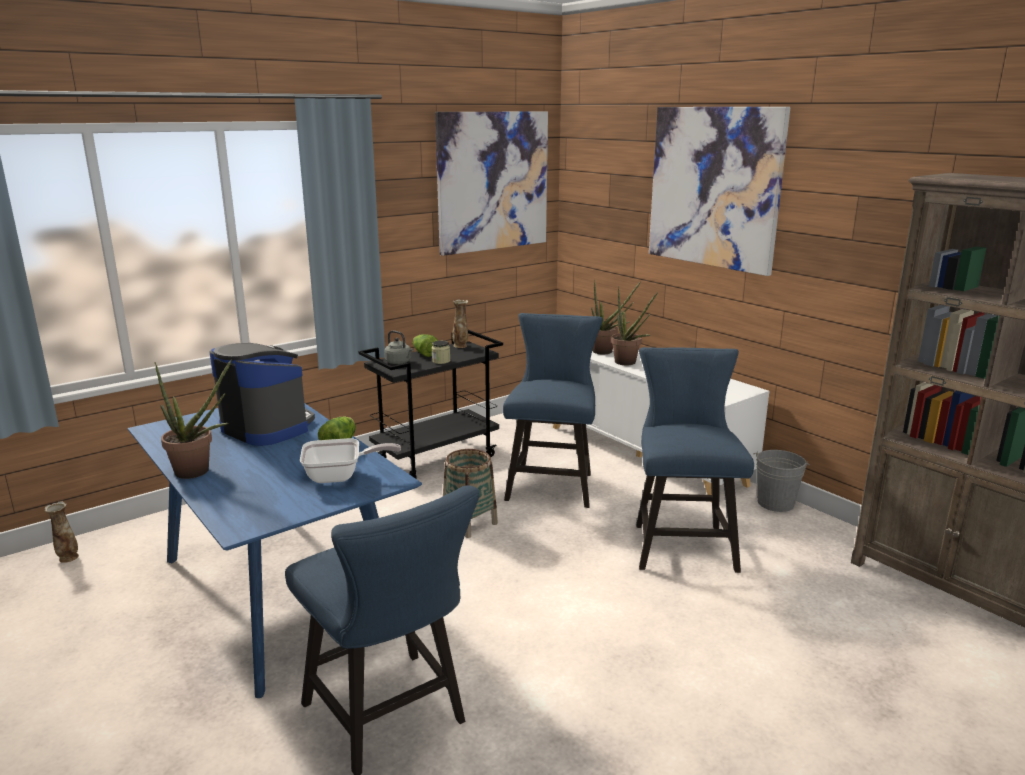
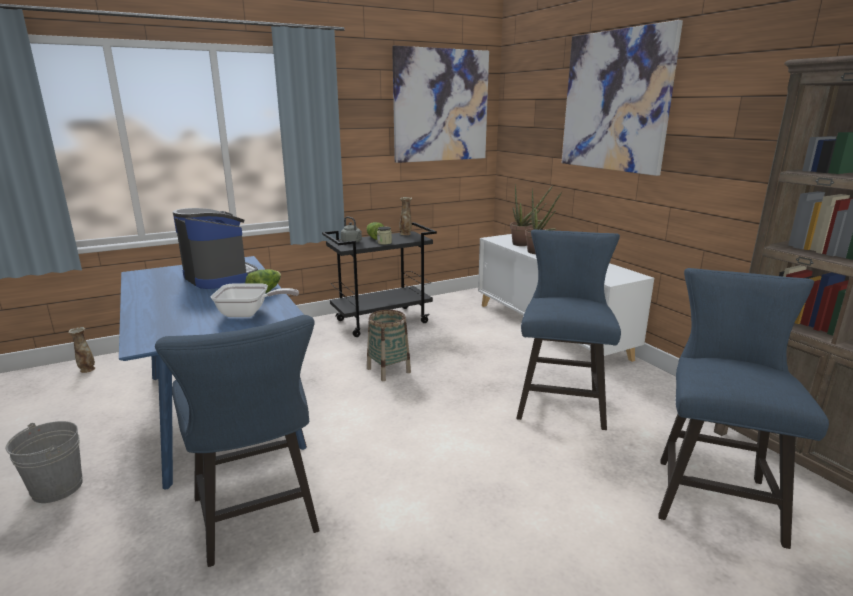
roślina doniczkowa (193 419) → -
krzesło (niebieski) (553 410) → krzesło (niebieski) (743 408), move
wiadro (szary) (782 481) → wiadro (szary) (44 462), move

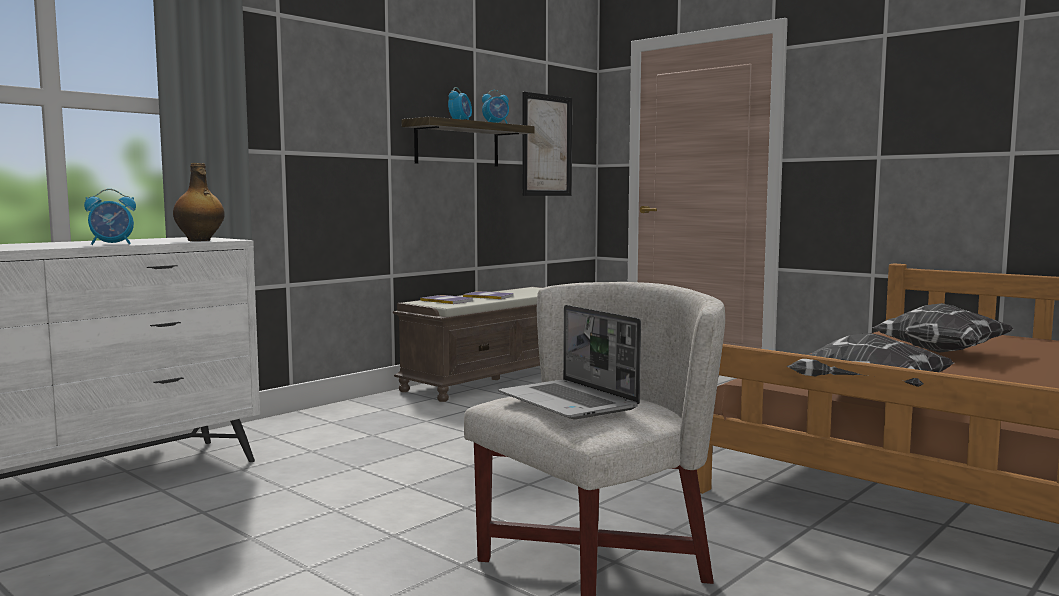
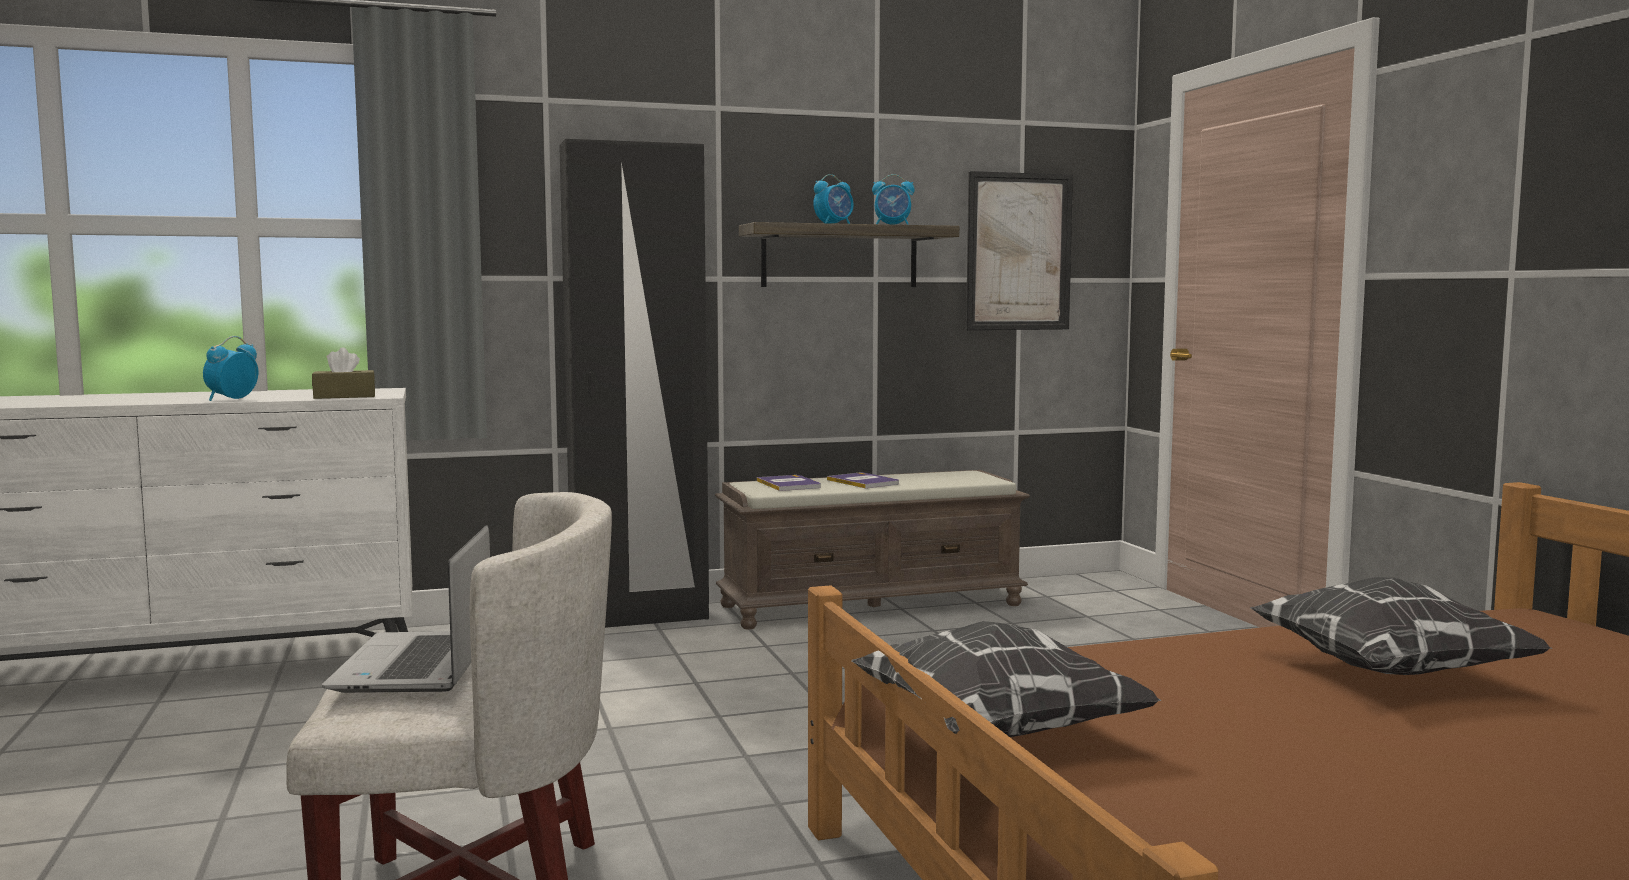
budzik (110 217) → budzik (230 368), 105 degrees clockwise
butelka (199 202) → pudełko chusteczek (brązowy) (343 373)
- → szafa (czarny) (634 383)

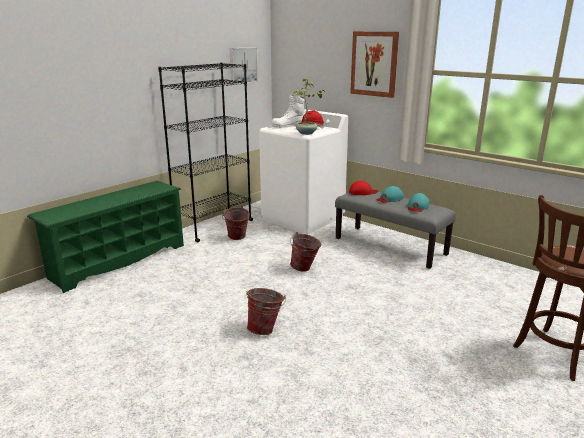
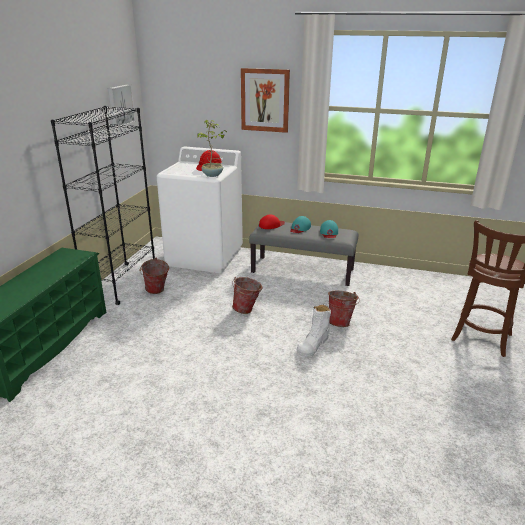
wiadro (266 311) → wiadro (344 309), move
but z cholewką (biały) (288 111) → but z cholewką (biały) (314 330), move

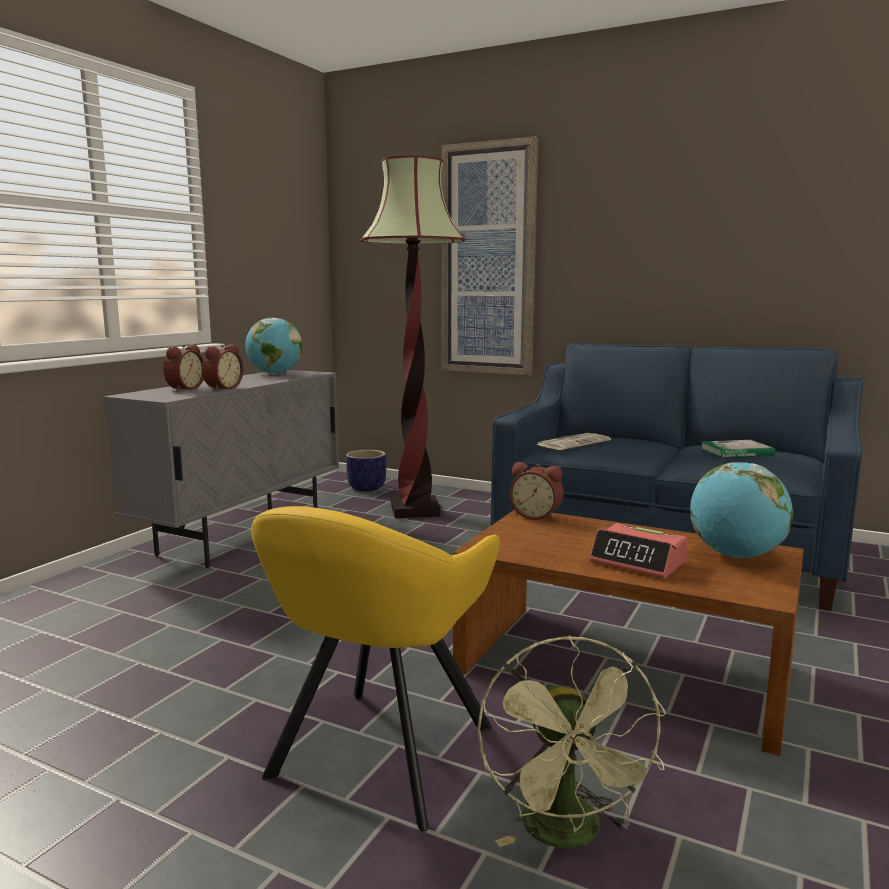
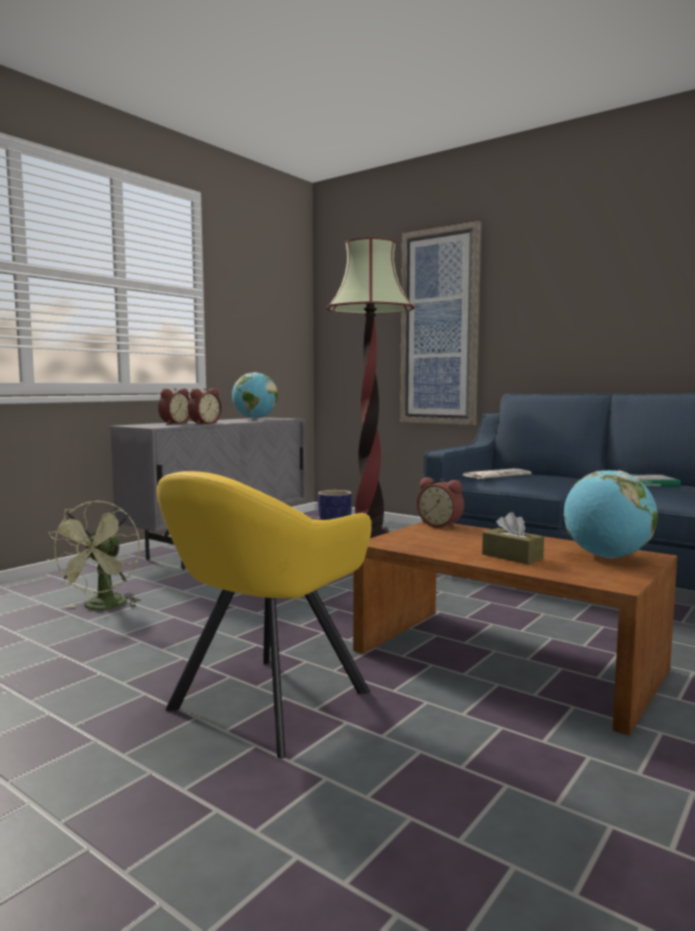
wentylator (zielony) (571 741) → wentylator (zielony) (93 555), move
budzik (638 551) → pudełko chusteczek (brązowy) (513 538)

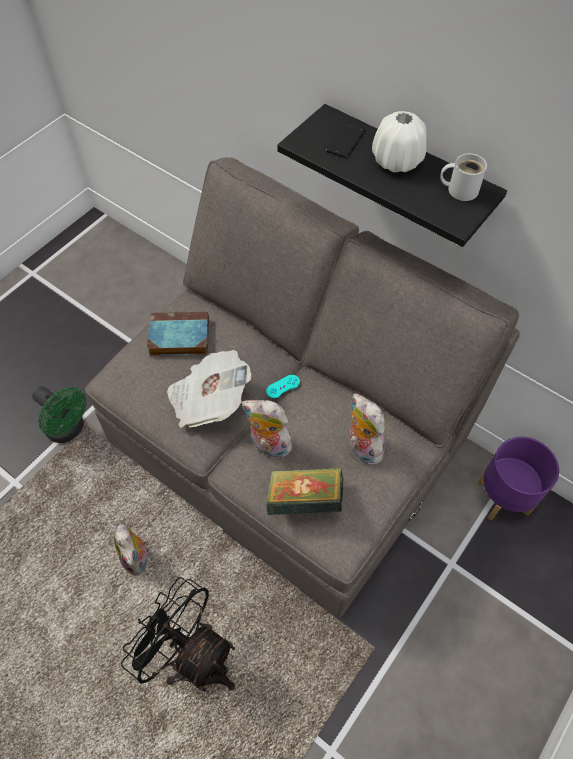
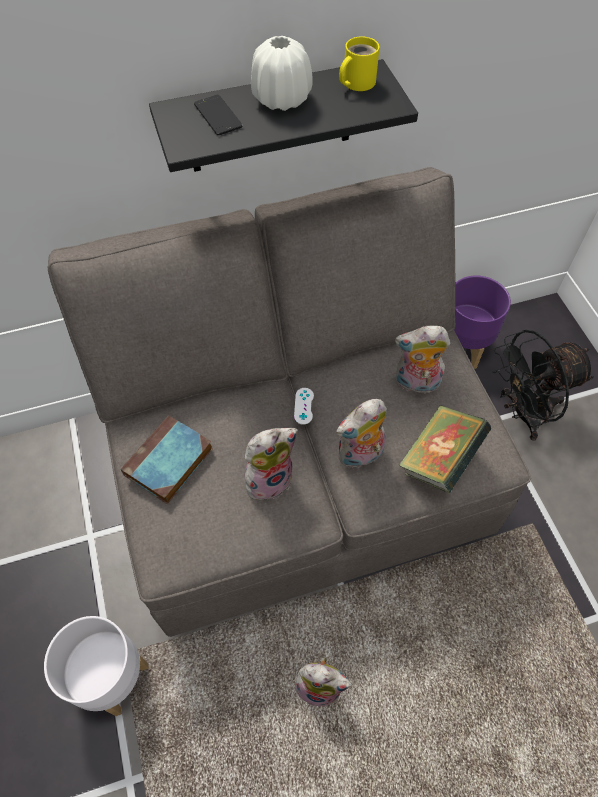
wentylator (zielony) (59 414) → donica (biały) (96 666)
wentylator (czarny) (178 634) → wentylator (czarny) (543 385), move
gazeta (209 389) → pluszak (271 464)
pad do gier (turkusowy) (283 386) → pad do gier (biały) (304 406)
kubek (biały) (463 177) → kubek (żółty) (359 63)

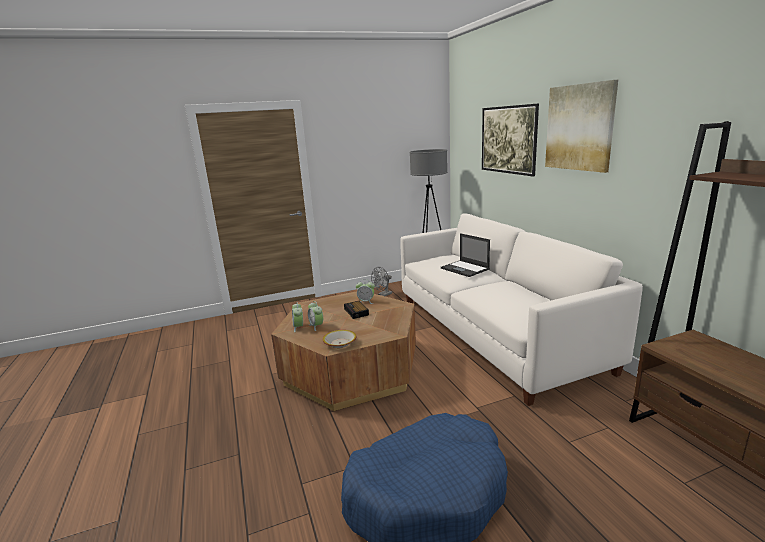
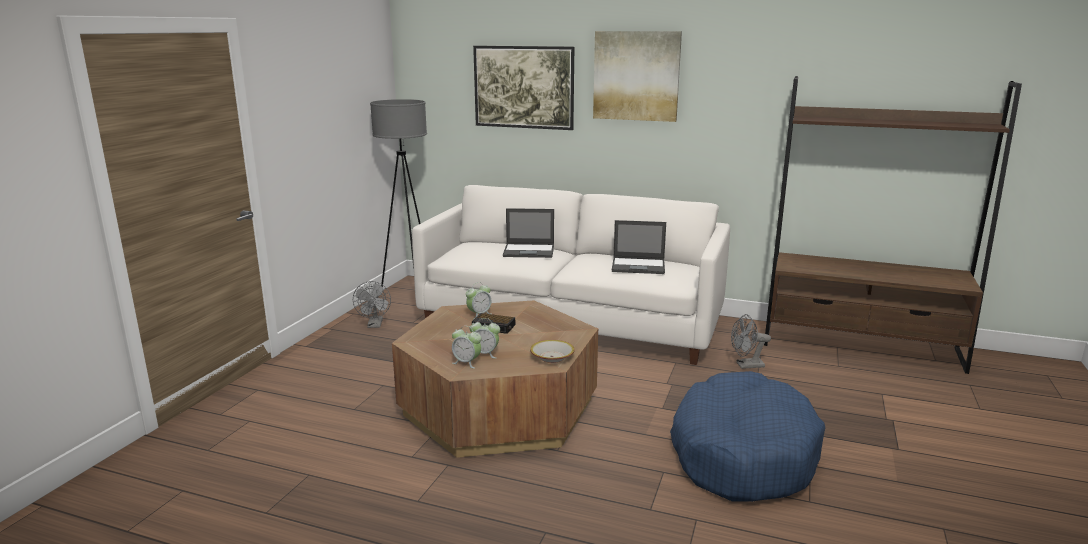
- → laptop (639 247)
- → wentylator (szary) (751 341)

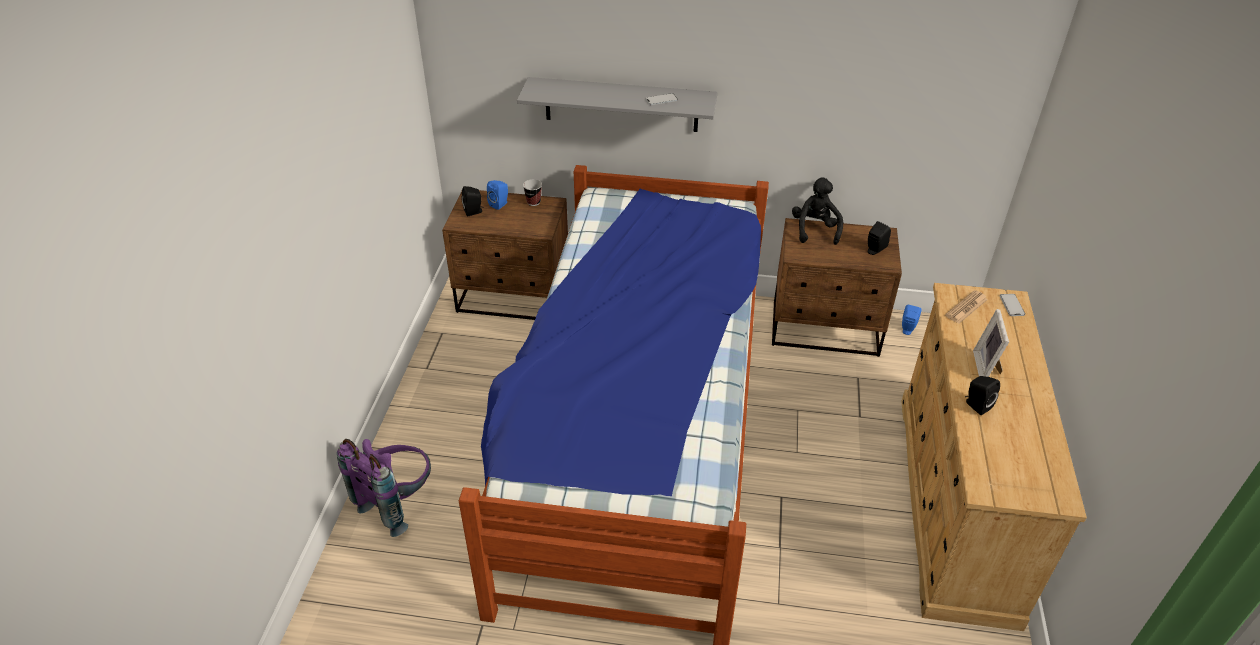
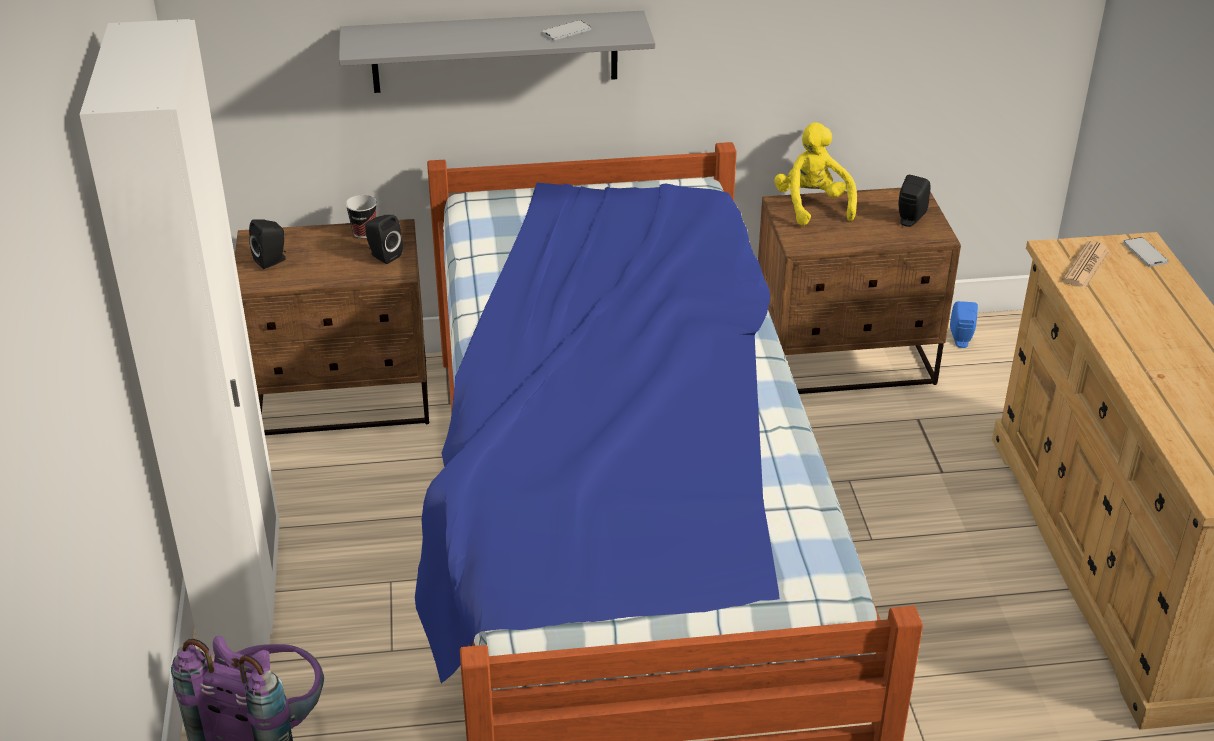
głośnik (niebieski) (497 195) → -
pluszak (czarny) (817 211) → pluszak (żółty) (815 174)
głośnik (czarny) (982 395) → głośnik (czarny) (384 239), move
ramka na zdjęcie (991 343) → -
- → szafa (biały) (180 337)

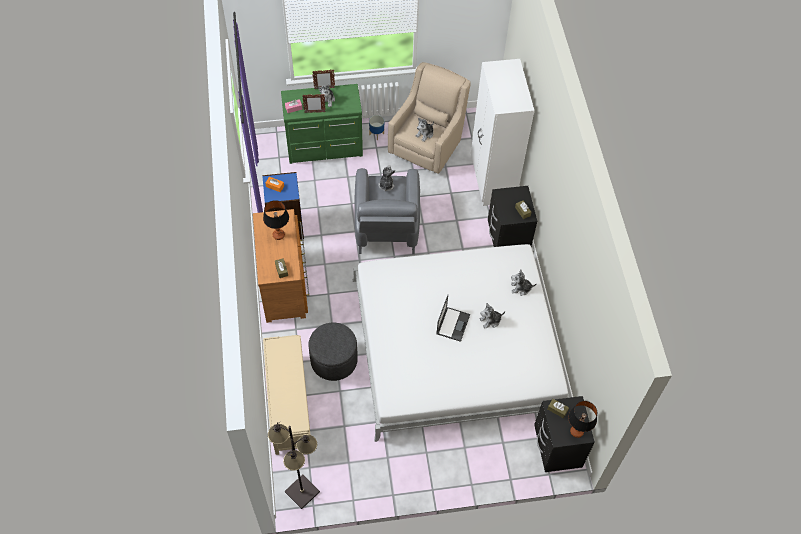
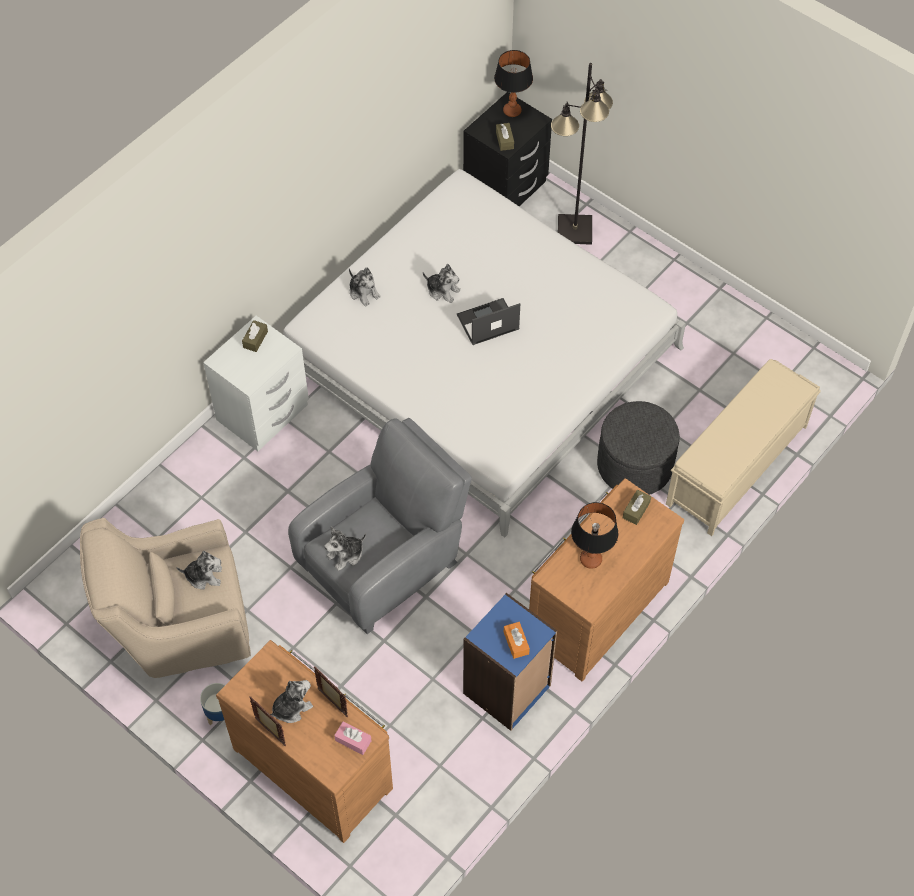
lampa stojąca (czarny) (294 465) → lampa stojąca (czarny) (582 154), move
komoda (zielony) (322 124) → komoda (brązowy) (304 741)
szafa (biały) (503 132) → -
szafka nocna (czarny) (512 216) → szafka nocna (biały) (256 383)

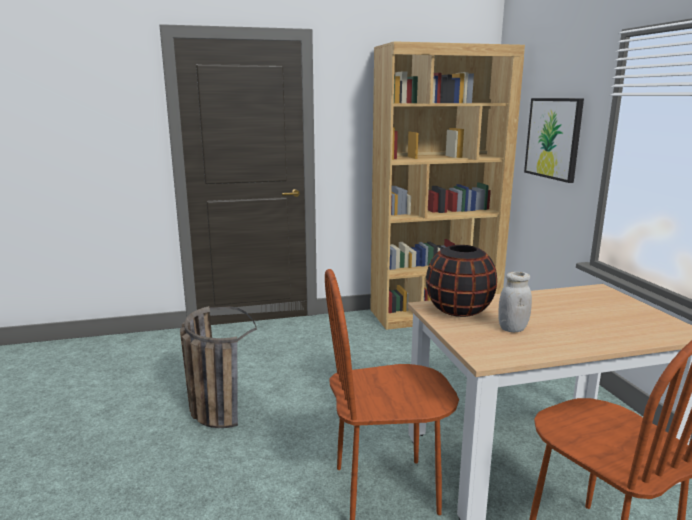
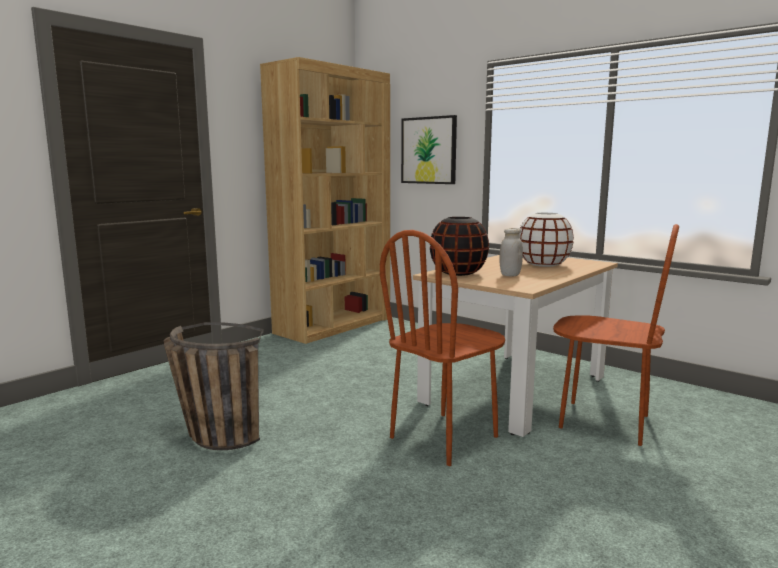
- → wazon (biały) (546 240)

